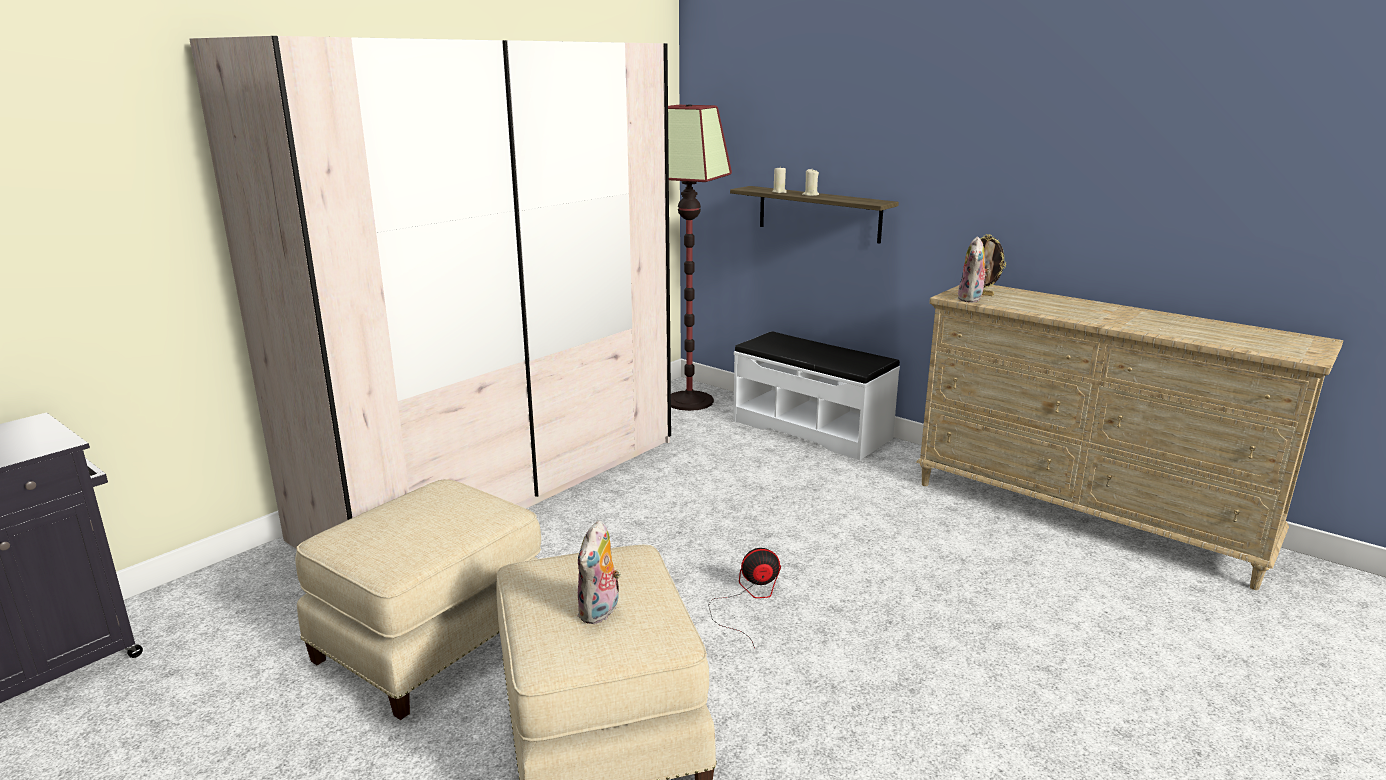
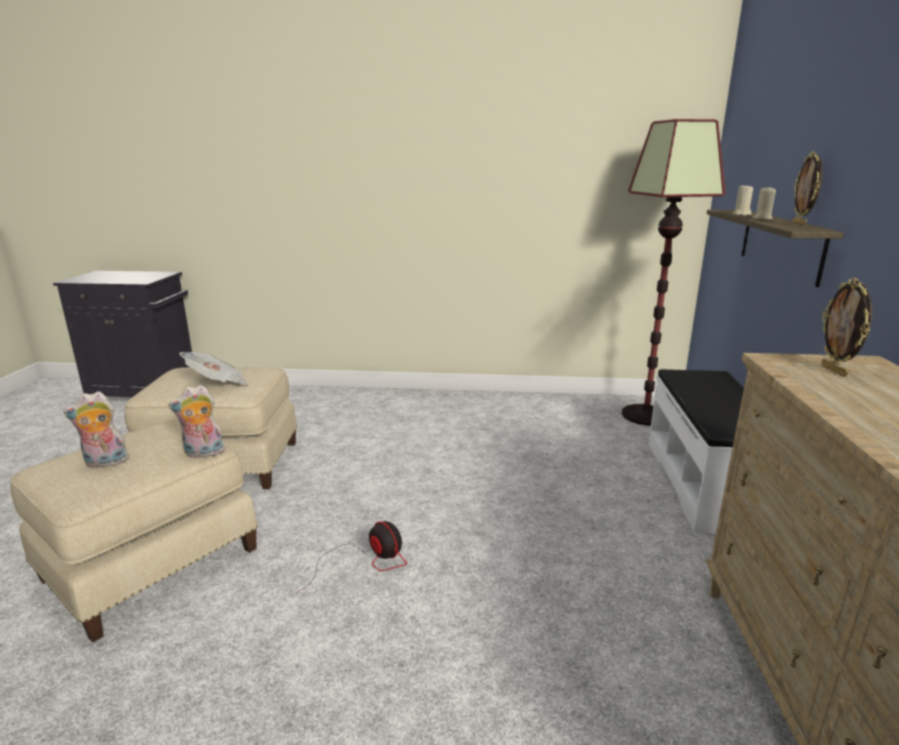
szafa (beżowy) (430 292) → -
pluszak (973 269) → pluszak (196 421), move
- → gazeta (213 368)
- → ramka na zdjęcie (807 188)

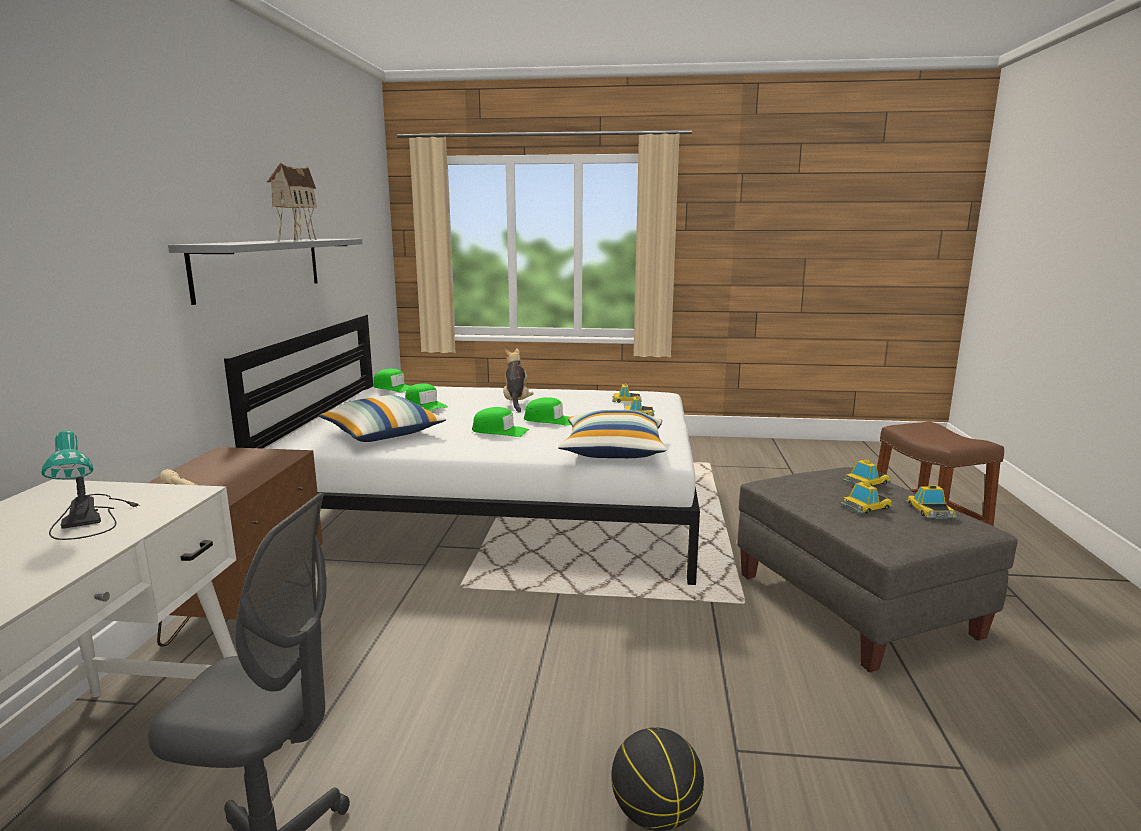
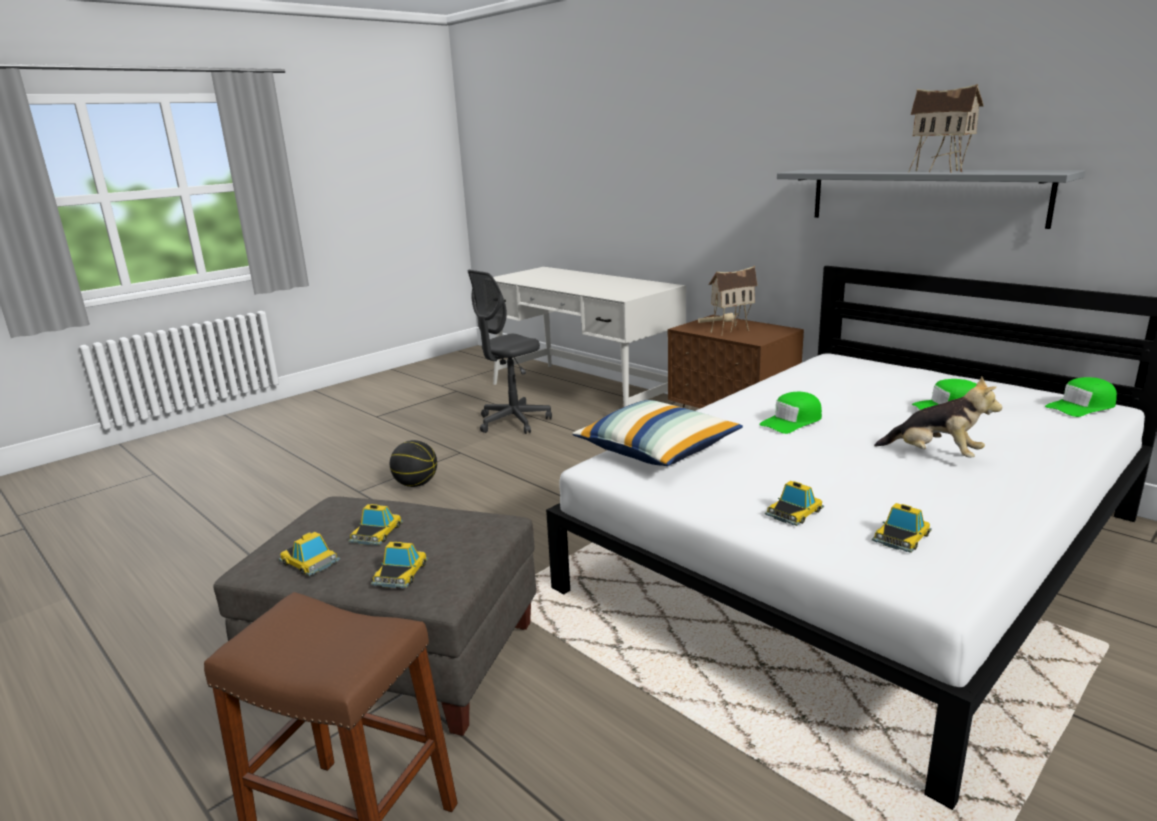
lampa stołowa (91 485) → -
poduszka (382 418) → -
czapka z daszkiem (zielony) (547 411) → -
- → domek (733 301)

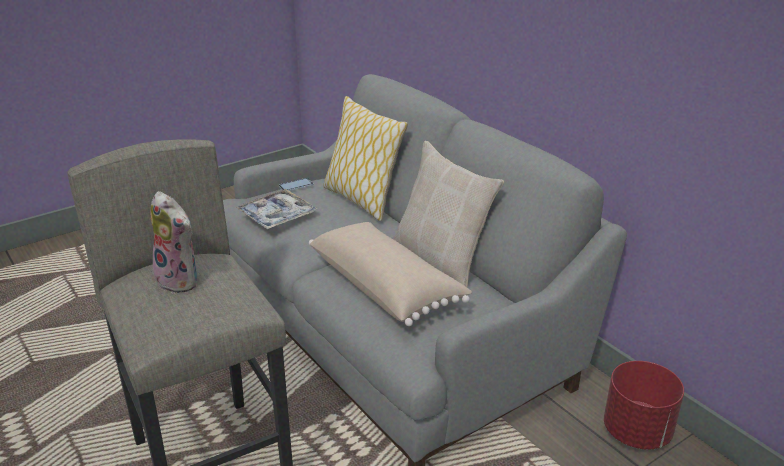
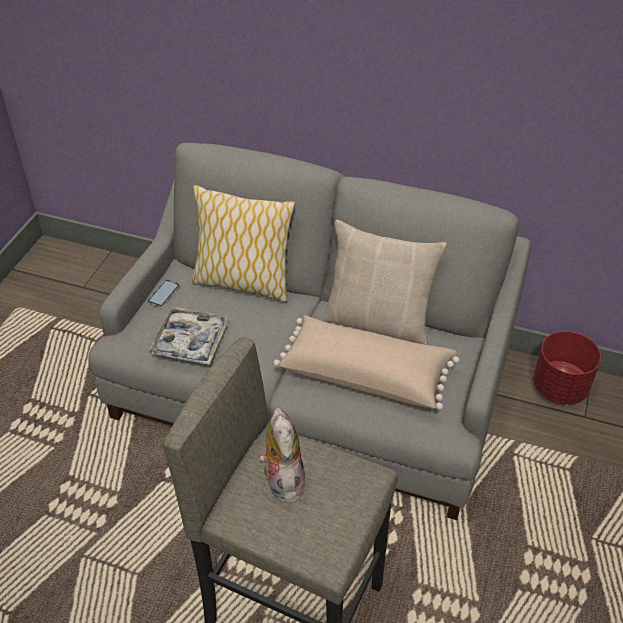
pluszak (173 242) → pluszak (282 455), 105 degrees counterclockwise

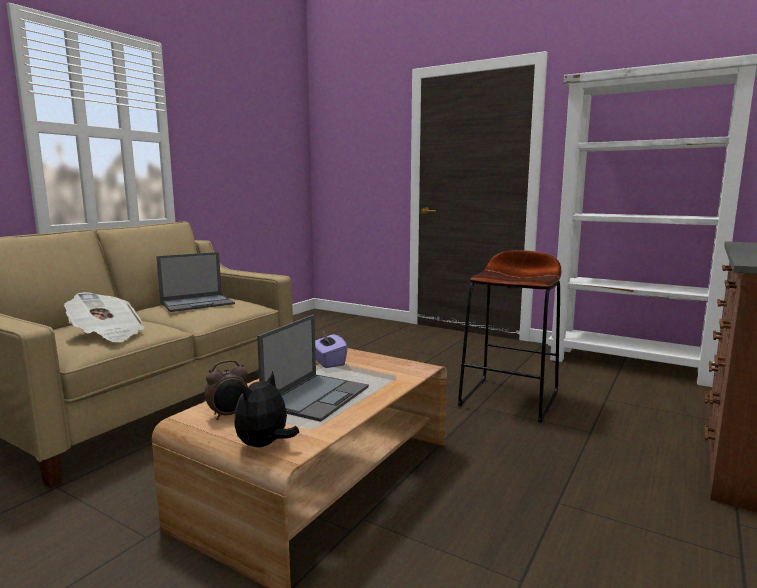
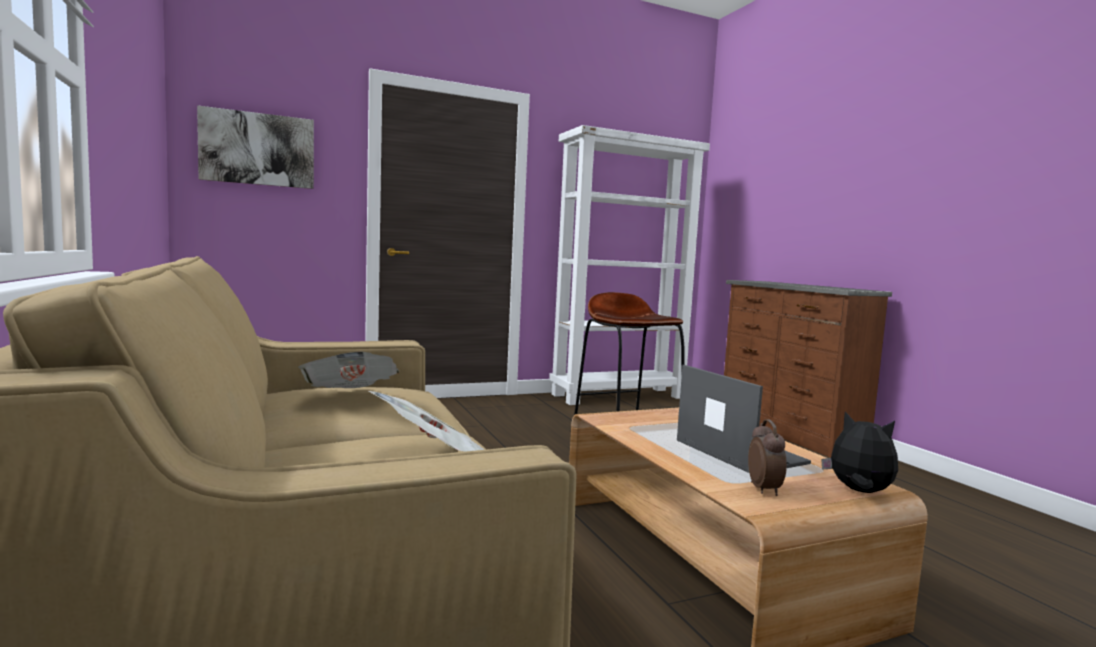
laptop (195 282) → gazeta (348 370)
pluszak (266 409) → pluszak (859 452), 150 degrees clockwise
pudełko chusteczek (fioletowy) (331 349) → -
- → obraz (255 147)

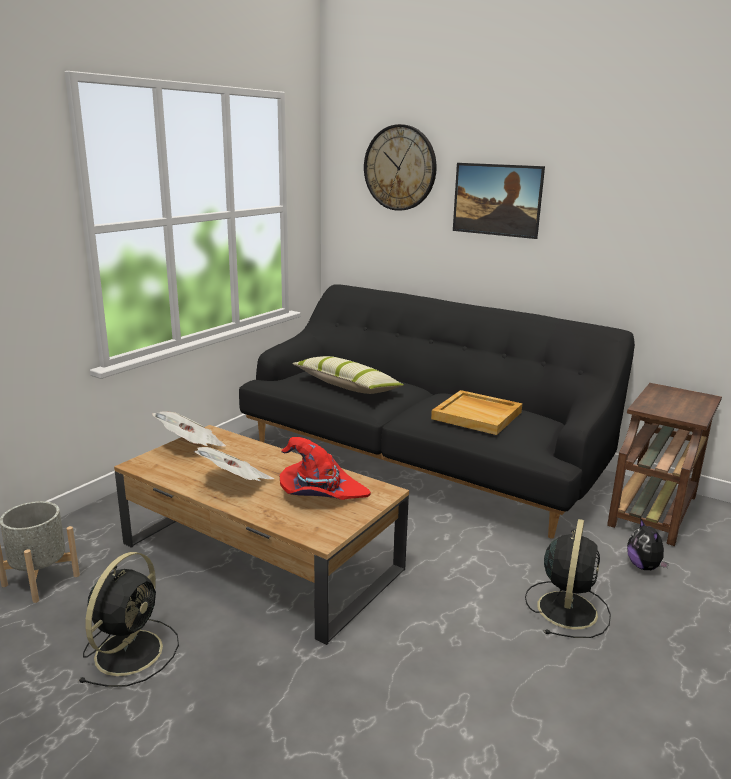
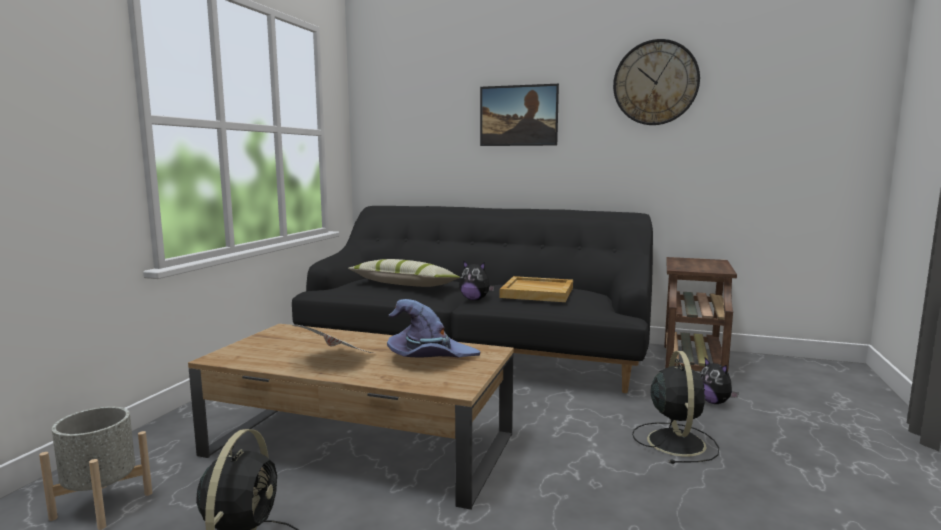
gazeta (189 429) → -
kapelusz (czerwony) (325 468) → kapelusz (fioletowy) (434 328)
zegar ścienny (400 167) → zegar ścienny (656 82), move
- → pluszak (477 280)

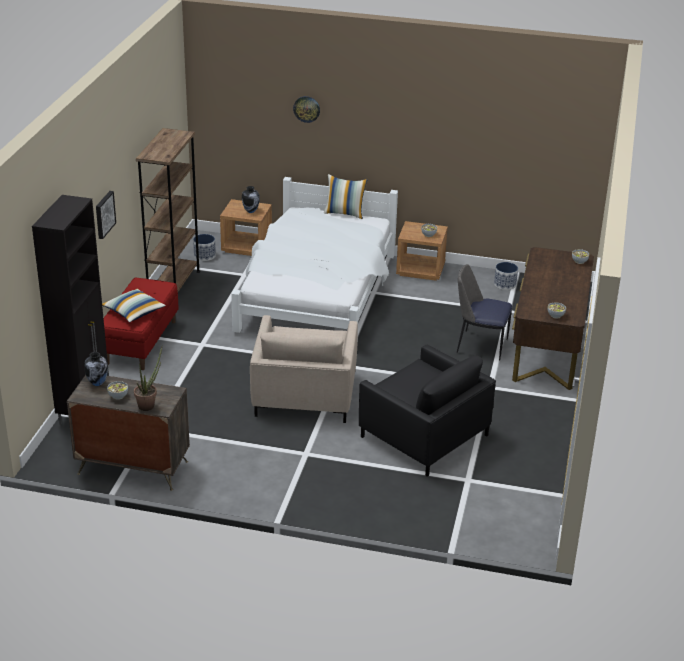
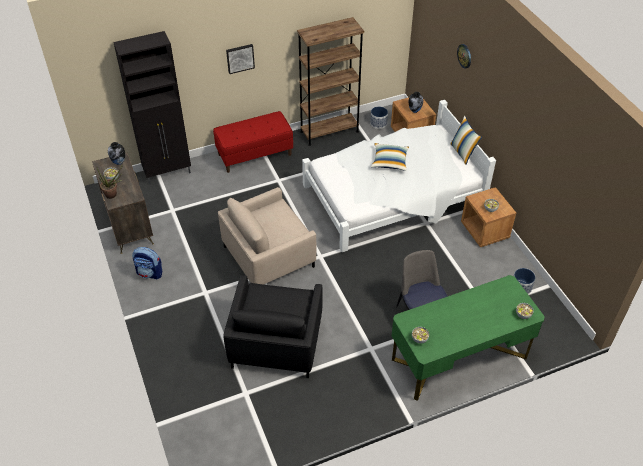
poduszka (134 305) → poduszka (390 157), move
biurko (brązowy) (553 318) → biurko (zielony) (468 338)
- → plecak (147 263)

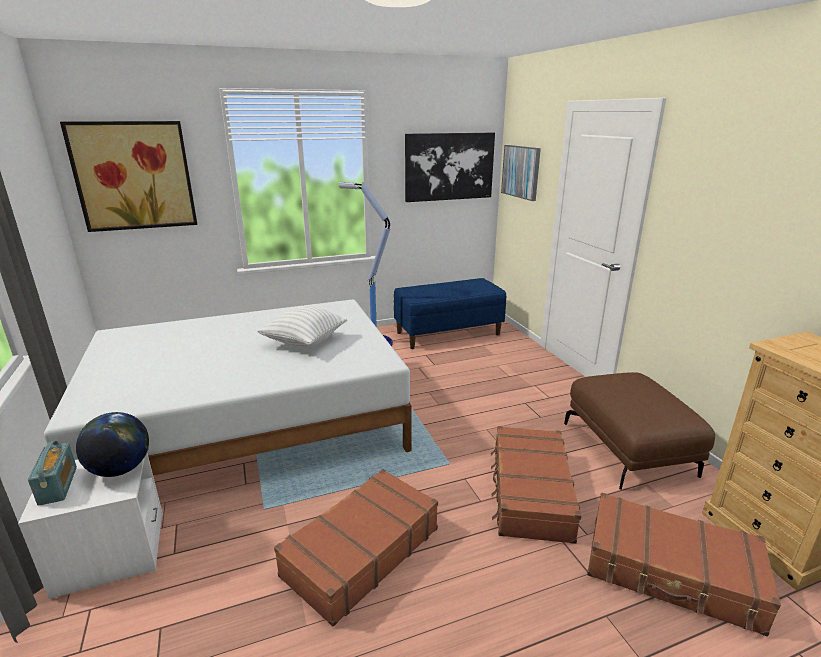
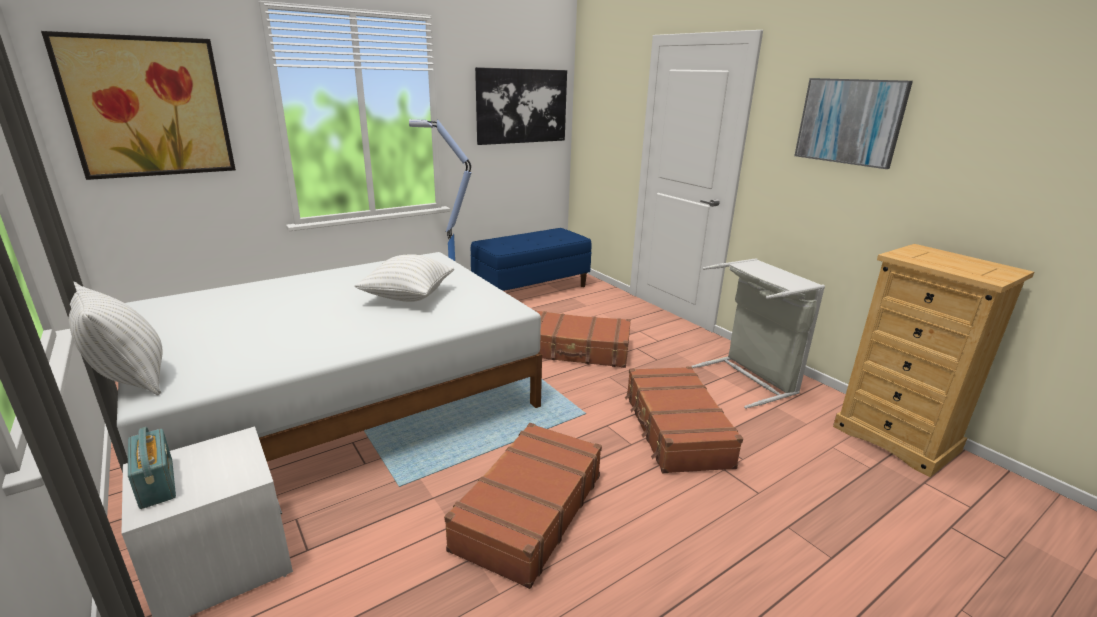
globus (112 444) → -
obraz (521 173) → obraz (853 123), move
pufa (brązowy) (639 431) → kosz na pranie (szary) (758 333)
walizka (brązowy) (684 564) → walizka (brązowy) (582 339), move
- → poduszka (biały) (115 338)

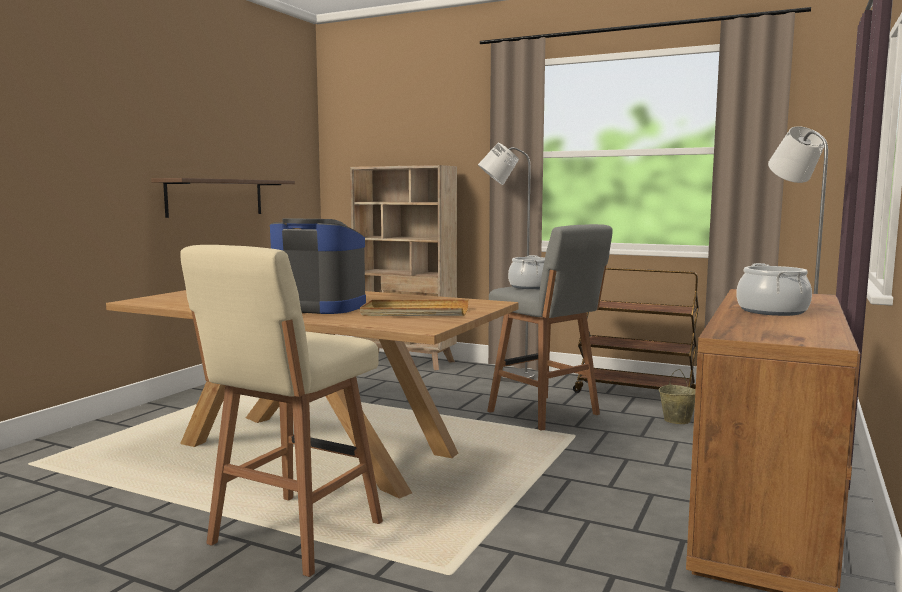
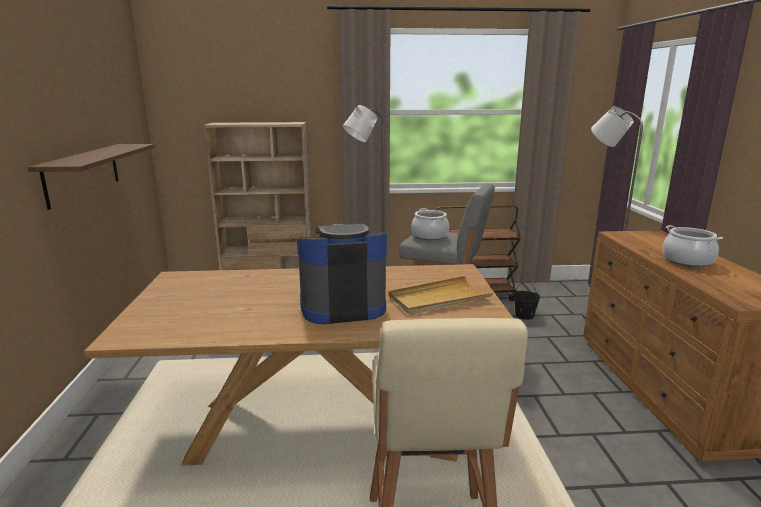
wiadro (beżowy) (677 396) → wiadro (czarny) (526 300)

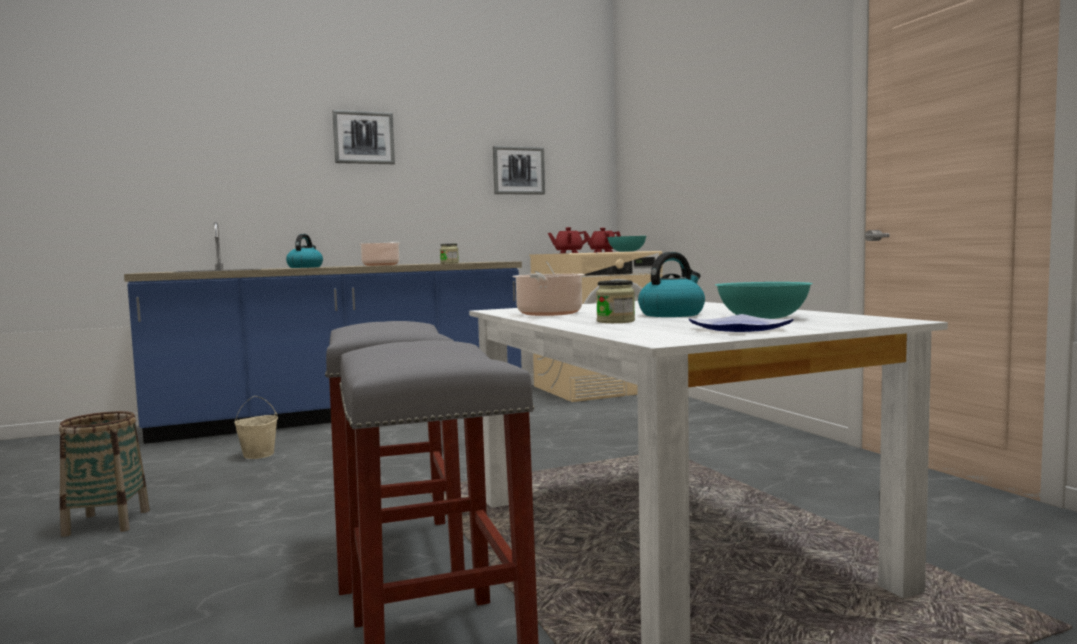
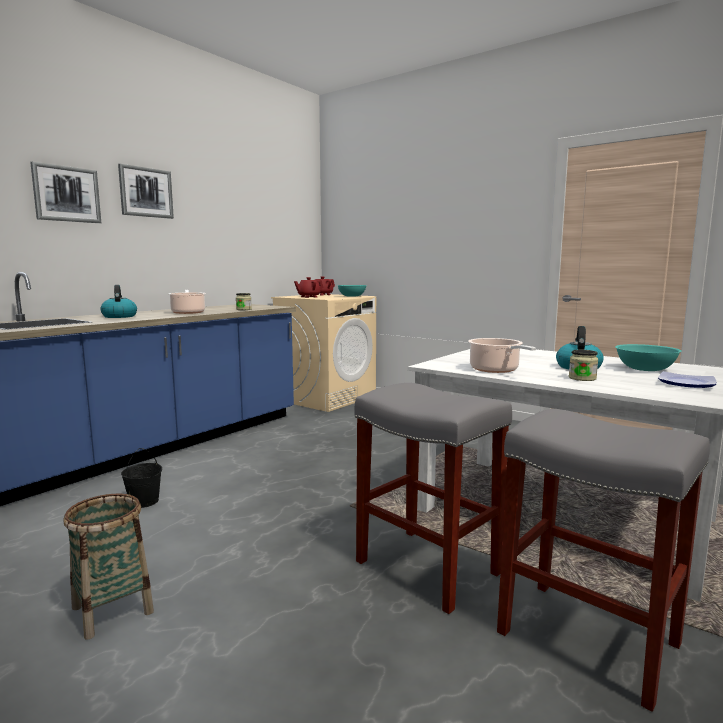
wiadro (beżowy) (256 427) → wiadro (czarny) (141 478)
obraz (519 170) → obraz (65 192), move

